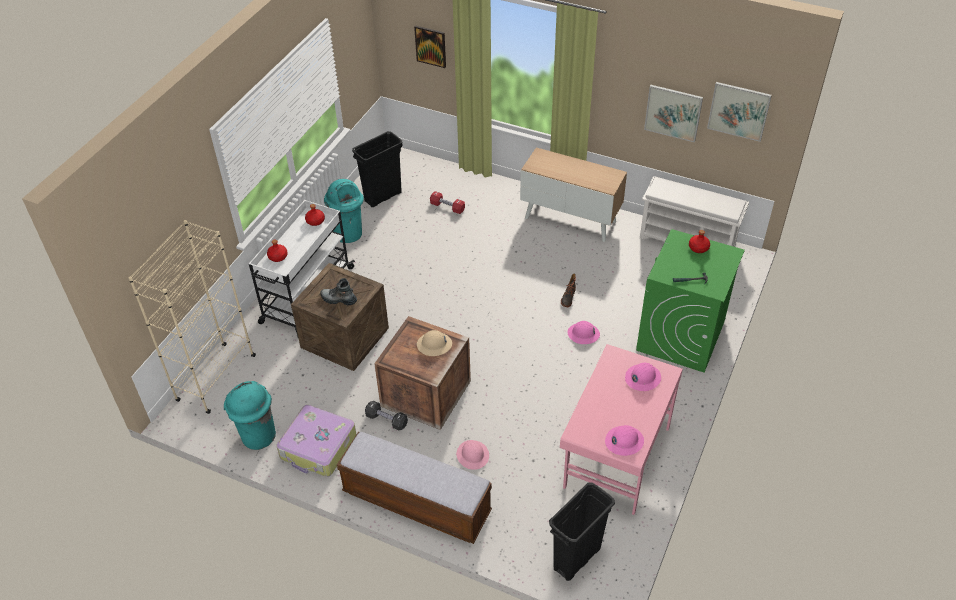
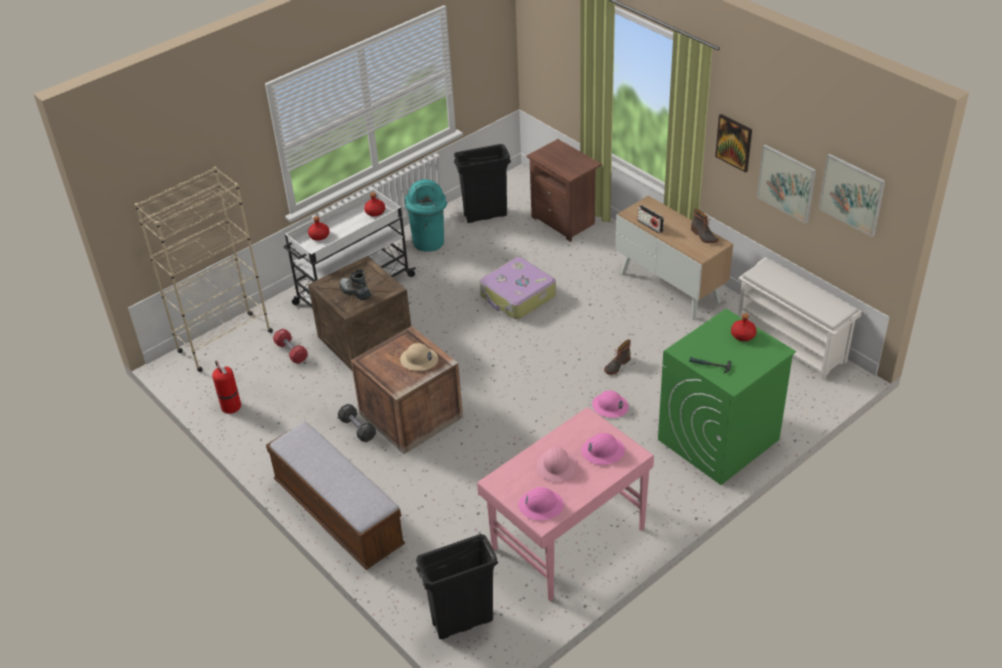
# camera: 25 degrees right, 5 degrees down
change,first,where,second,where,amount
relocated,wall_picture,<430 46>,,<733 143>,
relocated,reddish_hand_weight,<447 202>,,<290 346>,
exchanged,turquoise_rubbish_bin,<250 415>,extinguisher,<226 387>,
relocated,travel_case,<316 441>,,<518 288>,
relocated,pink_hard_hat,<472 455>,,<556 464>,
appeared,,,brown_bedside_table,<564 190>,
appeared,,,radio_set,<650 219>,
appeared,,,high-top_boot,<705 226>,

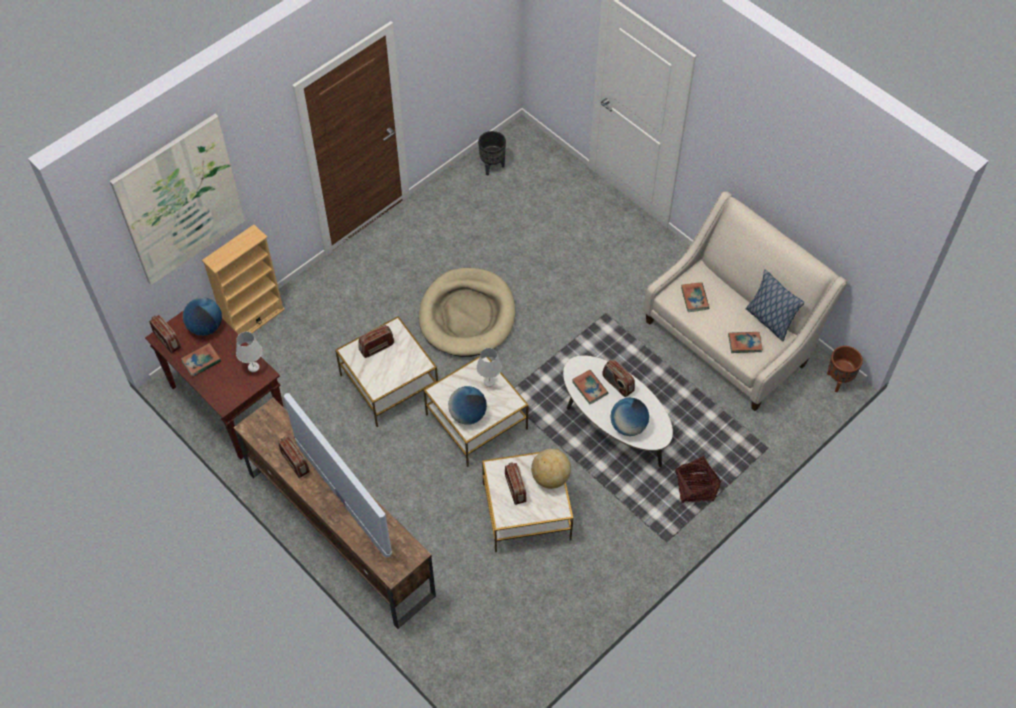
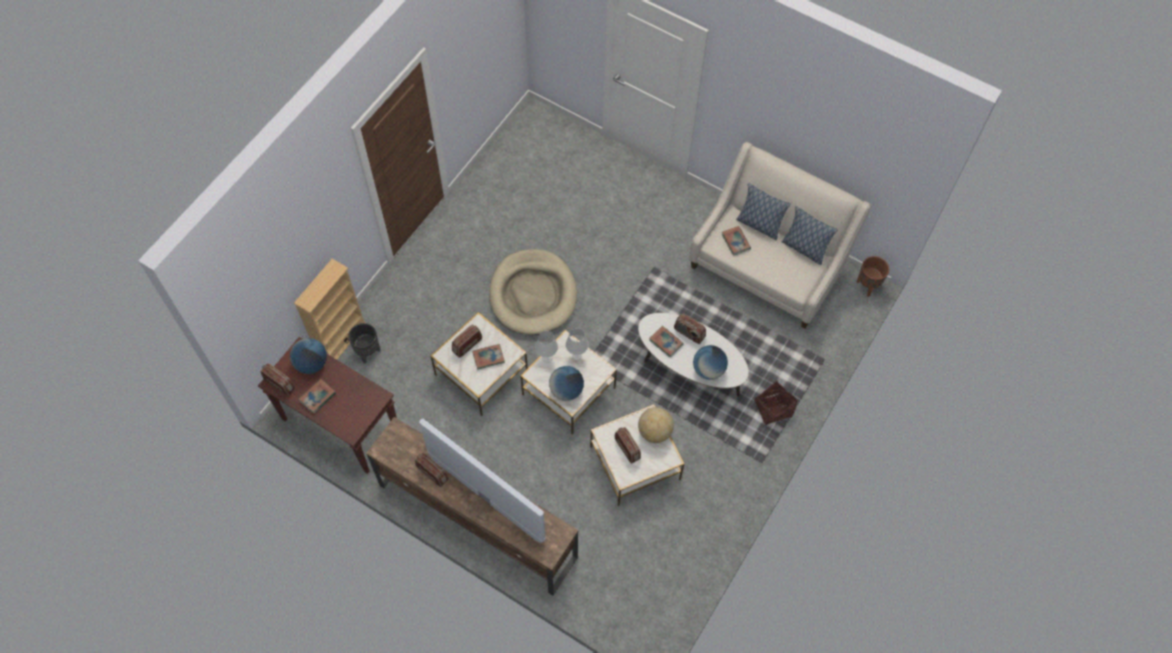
# camera: 15 degrees left, 5 degrees up
change,first,where,second,where,amount
missing,wall_picture,<177 199>,,,
relocated,blackish_flower_pot,<492 153>,,<364 343>,
relocated,white-coloured_tabletop_lamp,<249 352>,,<546 347>,
relocated,volume,<745 342>,,<488 357>,
appeared,,,pillow,<763 211>,

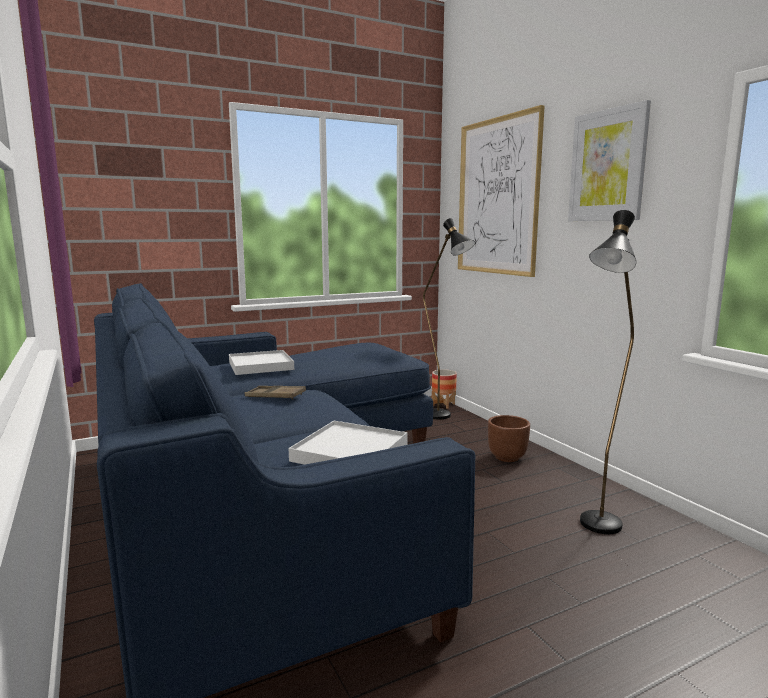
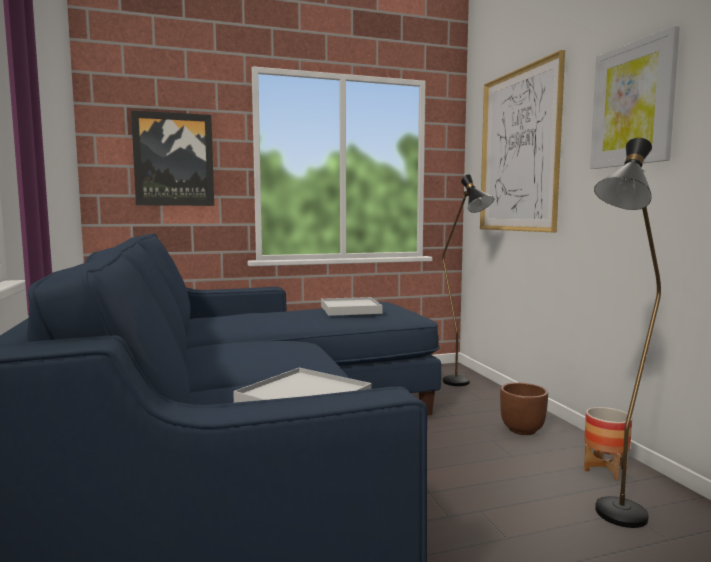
# camera: 10 degrees right, 5 degrees down
change,first,where,second,where,amount
relocated,white-coloured_serving_tray,<261 362>,,<352 306>,
relocated,flower_pot,<444 389>,,<608 443>,
missing,brown_serving_tray,<275 392>,,,
appeared,,,wall_picture,<172 158>,

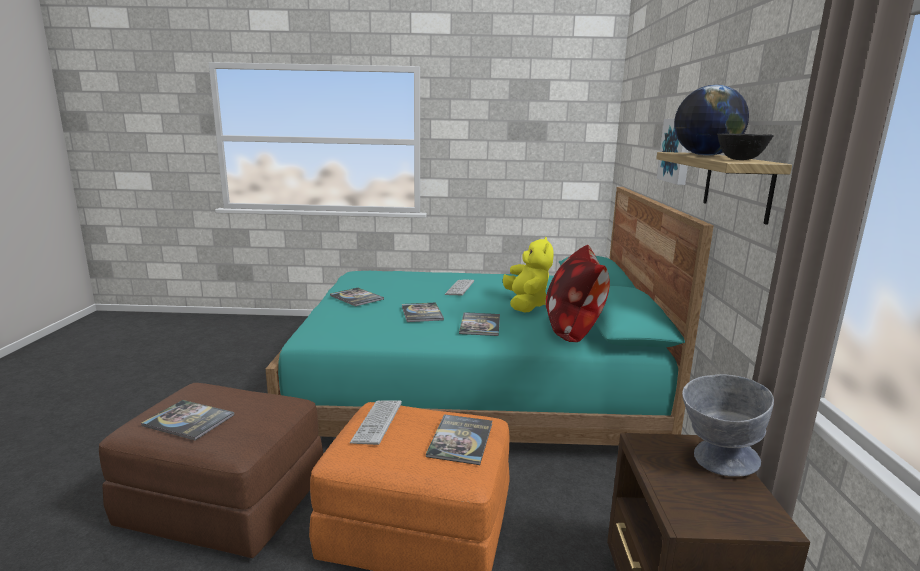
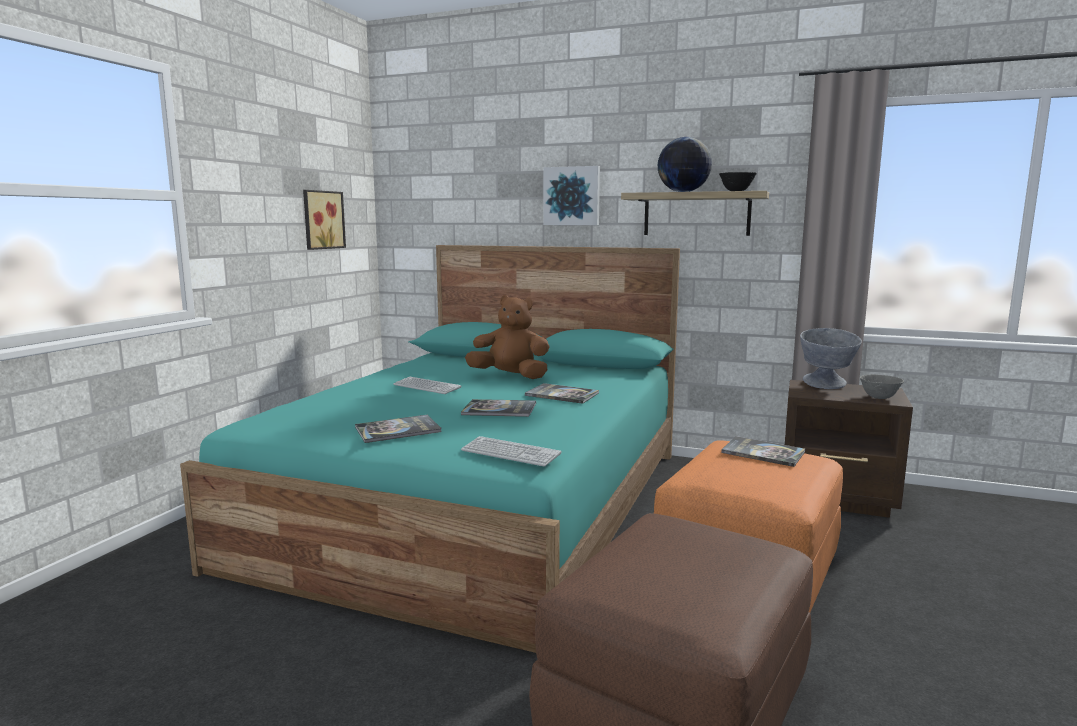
# camera: 70 degrees left, 5 degrees down
change,first,where,second,where,amount
colour,yellowish_plush_toy,<528 274>,brown_plush_toy,<507 337>,
missing,pillow,<577 293>,,,
missing,volume,<187 420>,,,
relocated,computer_keyboard,<376 422>,,<511 451>,
appeared,,,wall_picture,<324 220>,
appeared,,,gray_bowl,<882 386>,

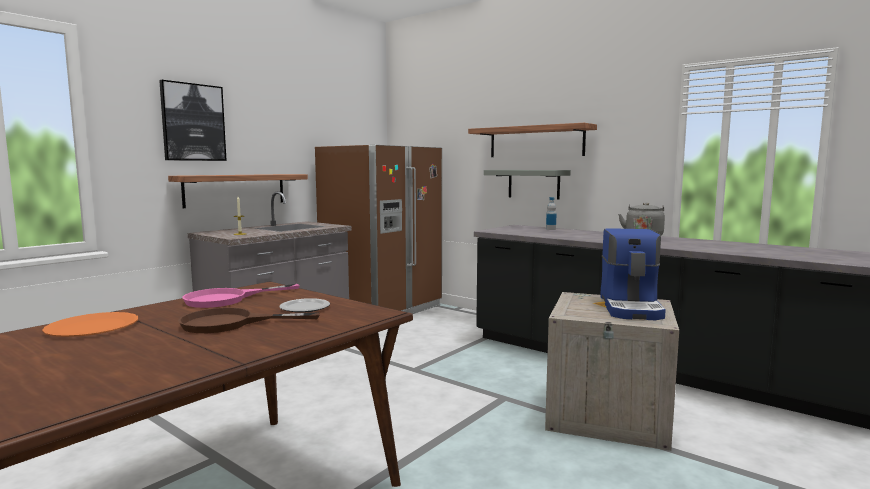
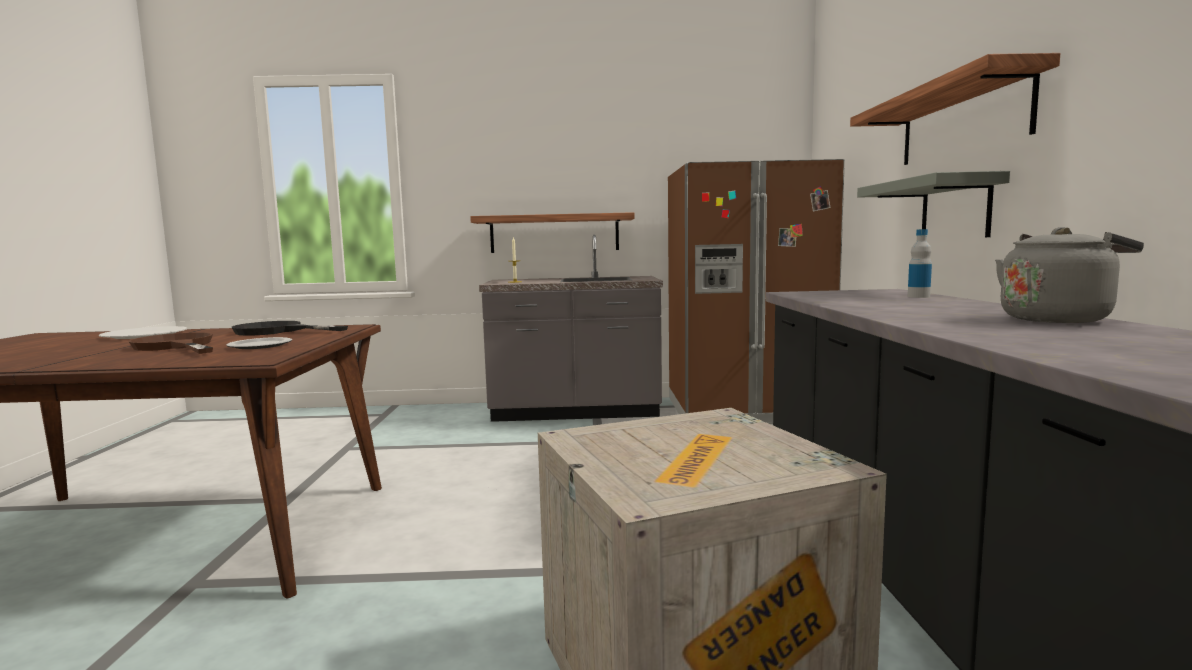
# camera: 50 degrees right, 0 degrees up
change,first,where,second,where,amount
missing,wall_picture,<193 120>,,,
missing,coffee_maker,<633 274>,,,
colour,pink_pan,<241 296>,blackish_pan,<289 328>,
colour,orangey_plate,<90 324>,white-coloured_plate,<143 332>,

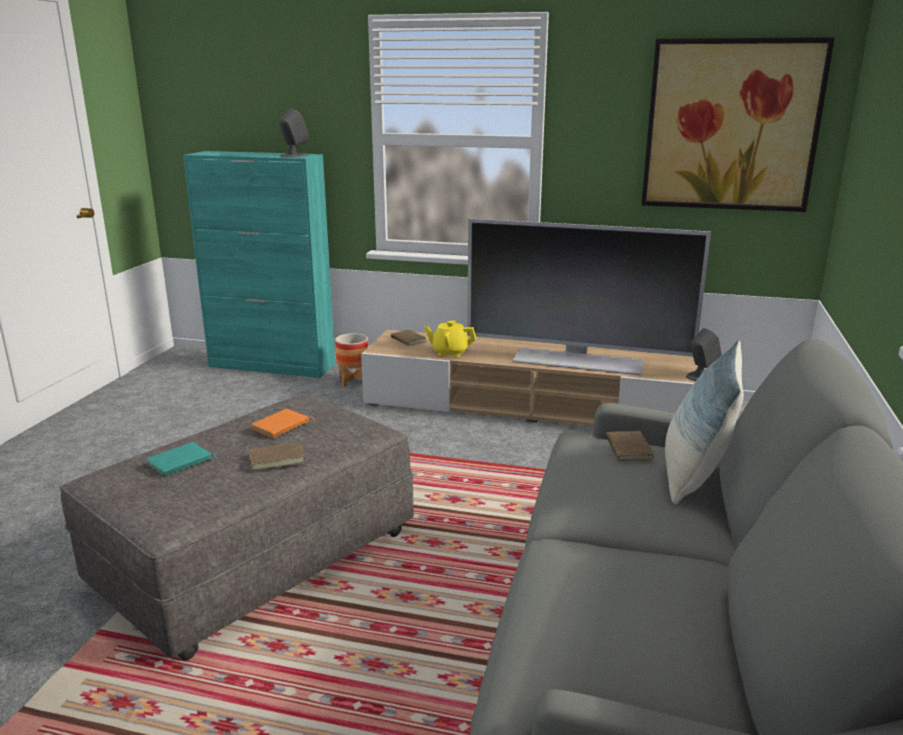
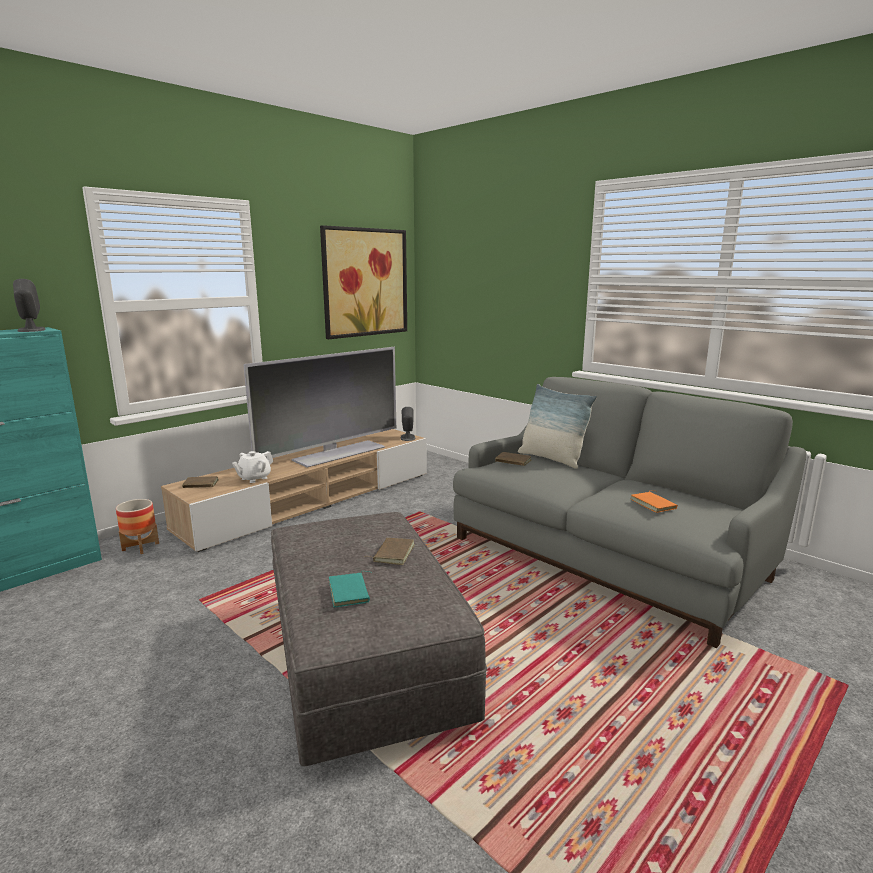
# camera: 60 degrees left, 5 degrees down
change,first,where,second,where,amount
colour,yellowish_tea_pot,<450 338>,white-coloured_tea_pot,<252 467>,
relocated,orangey_volume,<283 423>,,<654 501>,

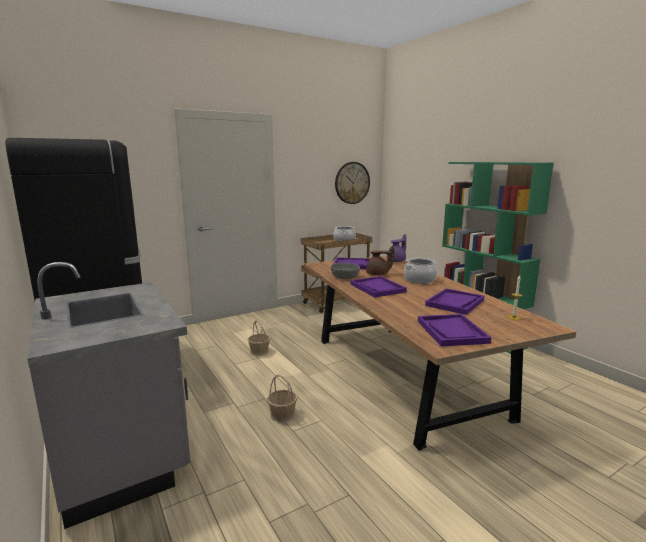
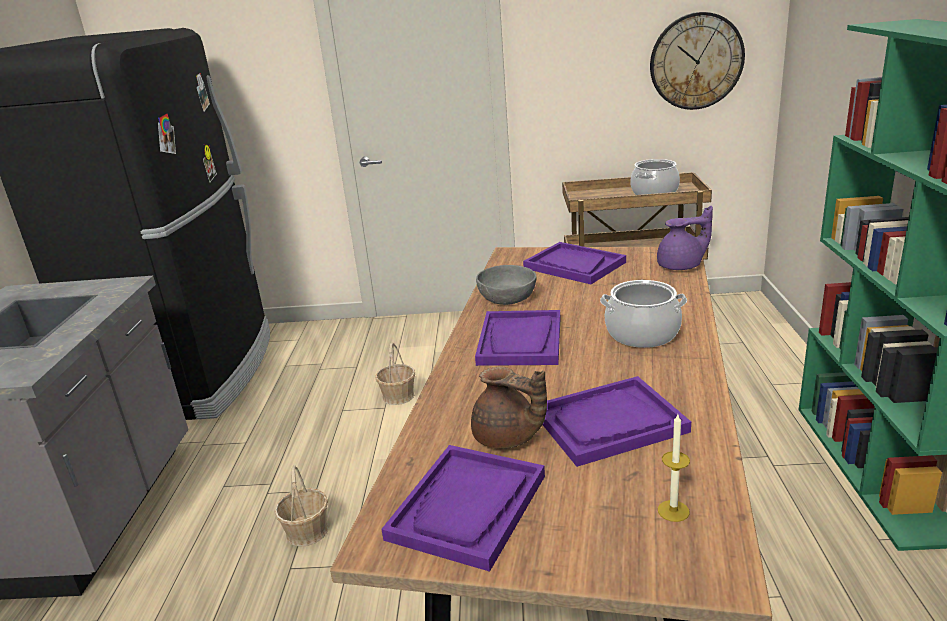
# camera: 35 degrees right, 10 degrees up
change,first,where,second,where,amount
relocated,brown_tea_pot,<380 261>,,<509 407>,

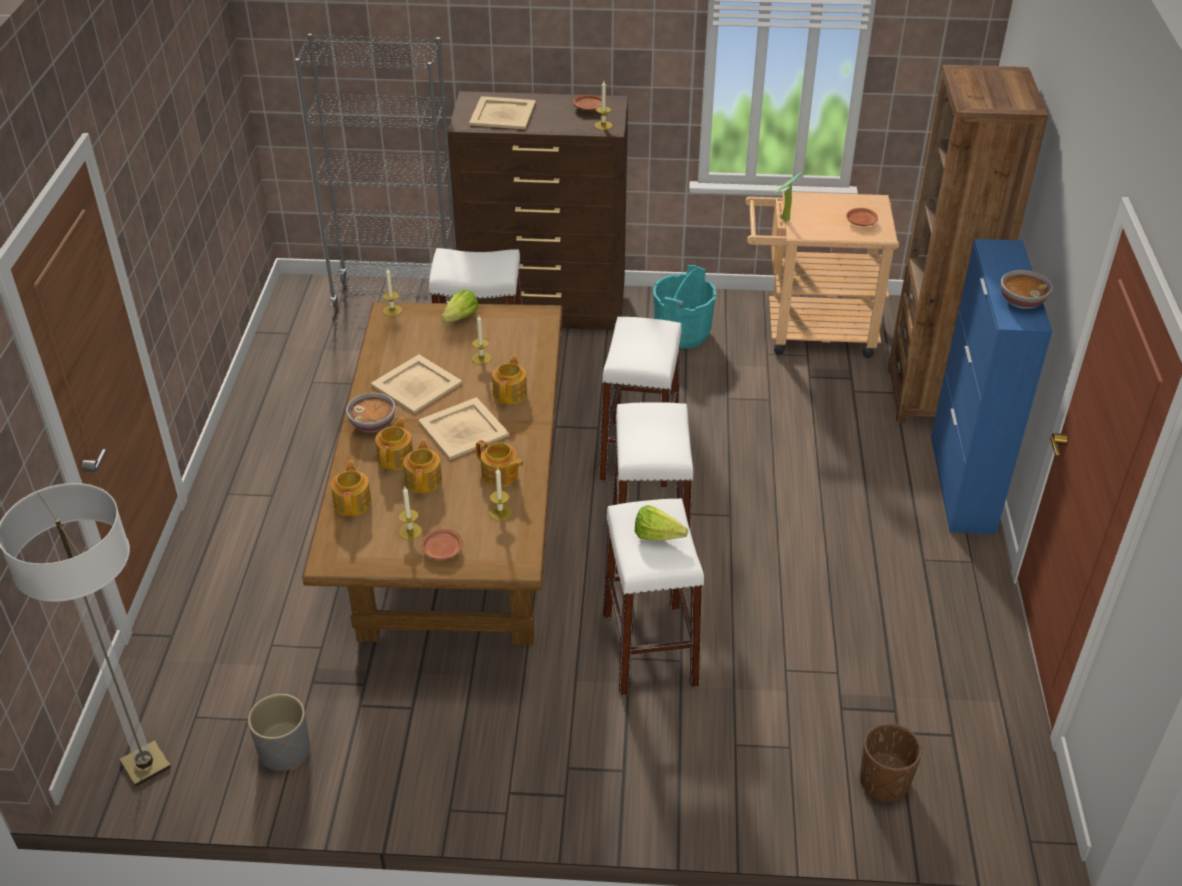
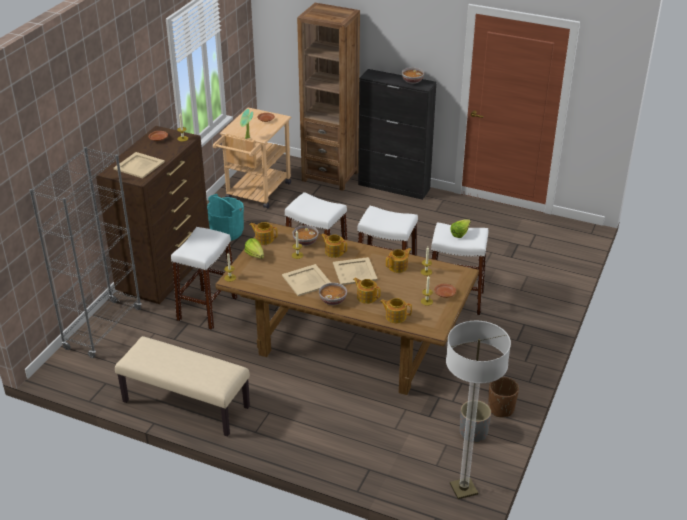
# camera: 70 degrees left, 5 degrees down
change,first,where,second,where,amount
colour,blue-coloured_cabinet,<991 386>,blackish_cabinet,<397 134>,
relocated,tea_pot,<422 466>,,<264 233>,
relocated,brown_flower_pot,<891 762>,,<503 397>,
appeared,,,bowl,<305 235>,
appeared,,,beige_indoor_bench,<182 386>,

